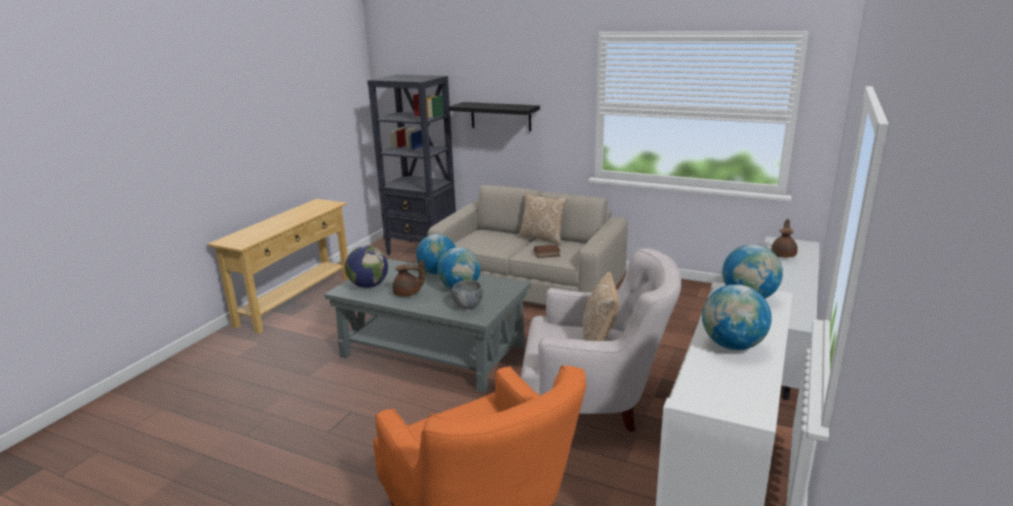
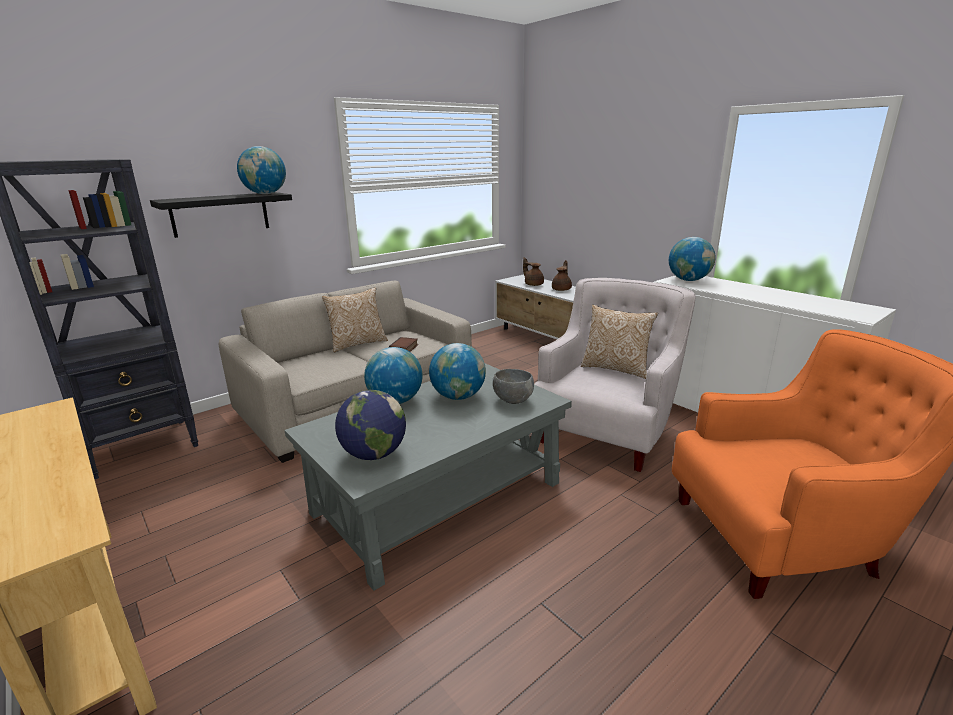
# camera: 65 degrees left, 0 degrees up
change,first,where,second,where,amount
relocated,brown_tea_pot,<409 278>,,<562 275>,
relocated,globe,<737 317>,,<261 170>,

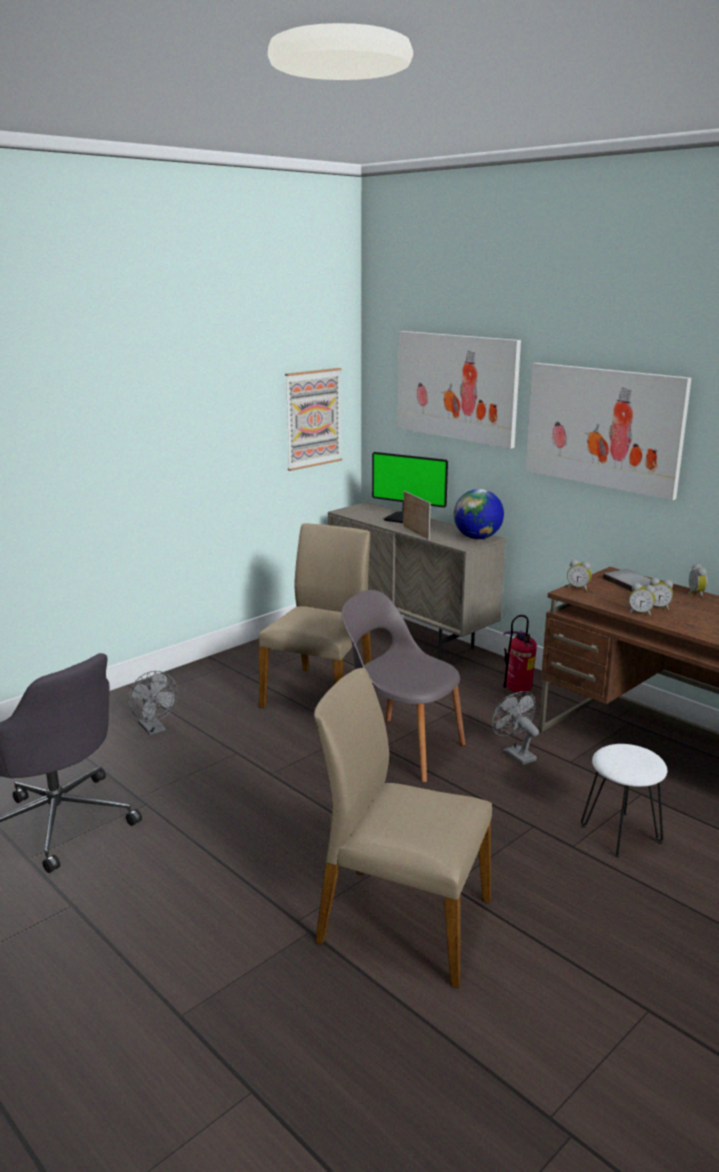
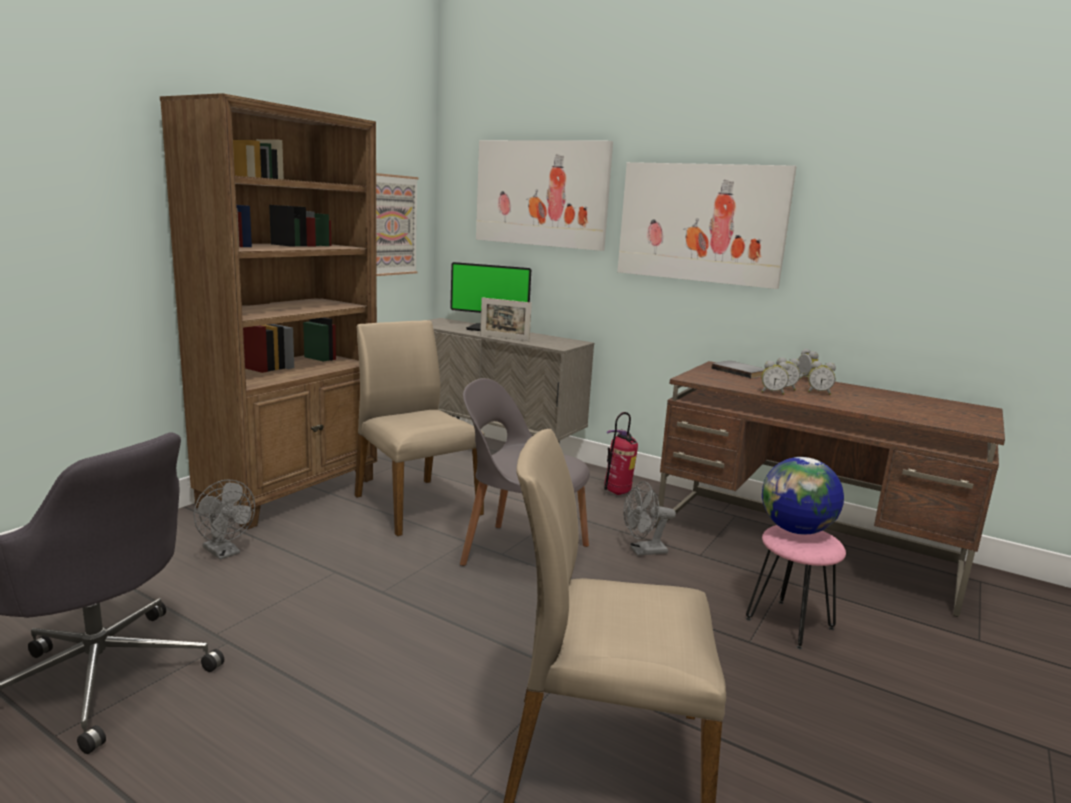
# camera: 15 degrees left, 5 degrees down
change,first,where,second,where,amount
relocated,globe,<478 514>,,<803 496>,
spun,photo_frame,<417 515>,,<506 319>,150 degrees clockwise
spun,beige_upright_chair,<315 615>,,<419 428>,45 degrees counterclockwise
relocated,bedside_clock,<579 575>,,<822 378>,
spun,gray_electric_fan,<515 728>,,<649 518>,60 degrees counterclockwise
colour,white-coloured_sitting_stool,<624 801>,pink_sitting_stool,<796 587>,
appeared,,,brown_shelving_unit,<268 311>,

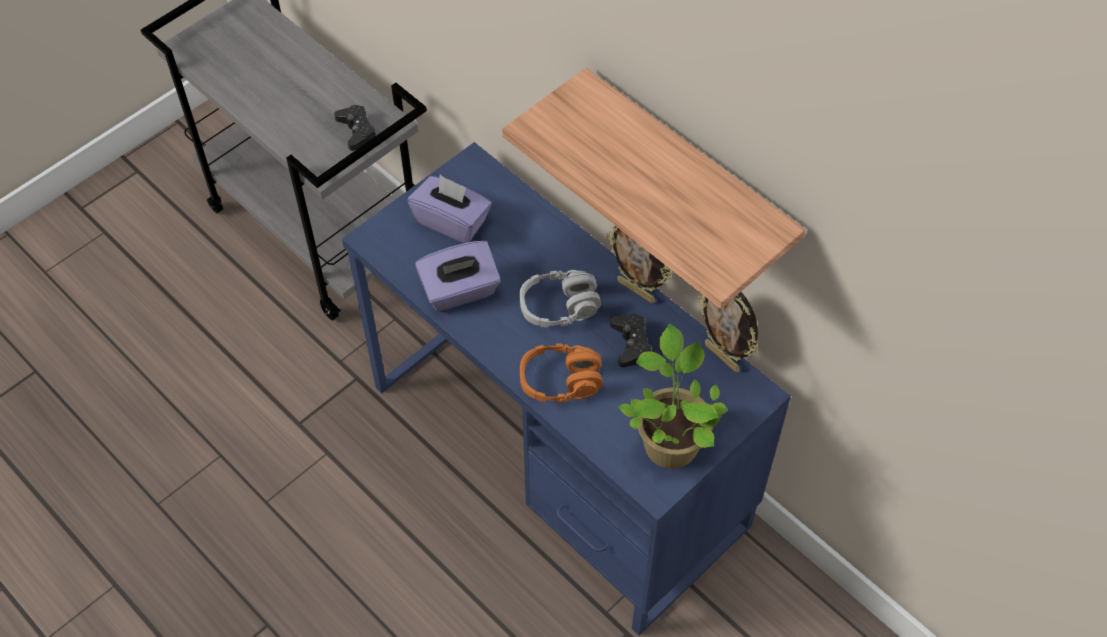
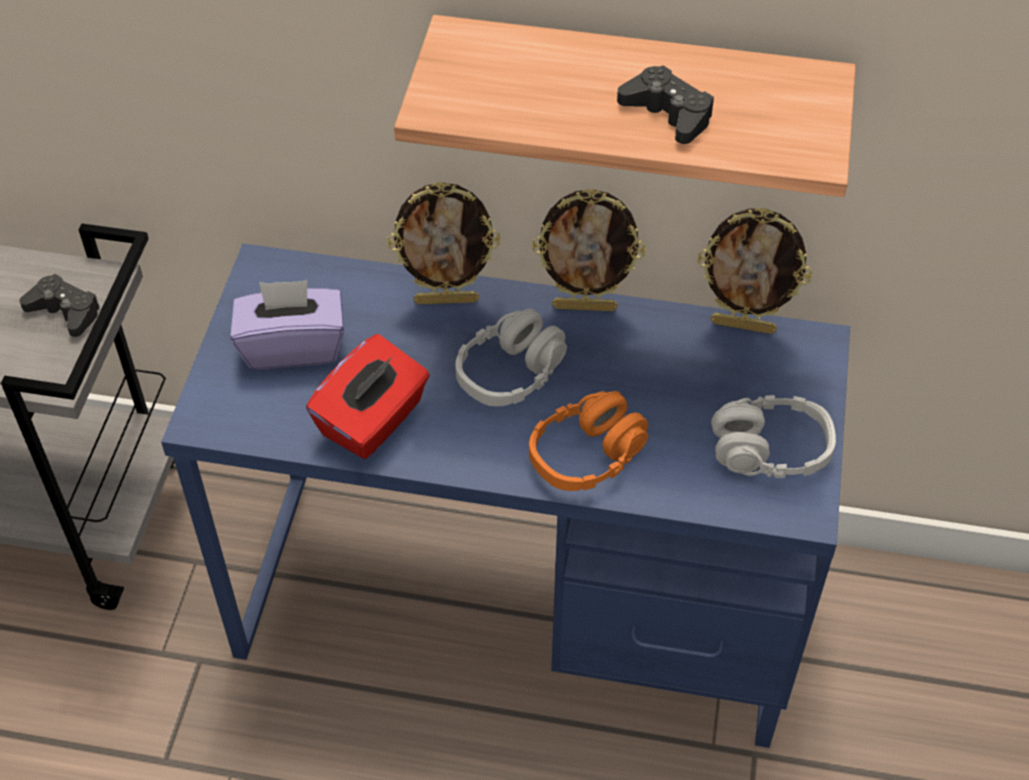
# camera: 35 degrees left, 5 degrees down
change,first,where,second,where,amount
colour,purple_tissue_holder,<458 276>,reddish_tissue_holder,<368 396>,
relocated,blackish_game_controller,<631 340>,,<665 104>,
exchanged,houseplant,<673 396>,gray_headset,<773 436>,
appeared,,,photo_frame,<444 243>,

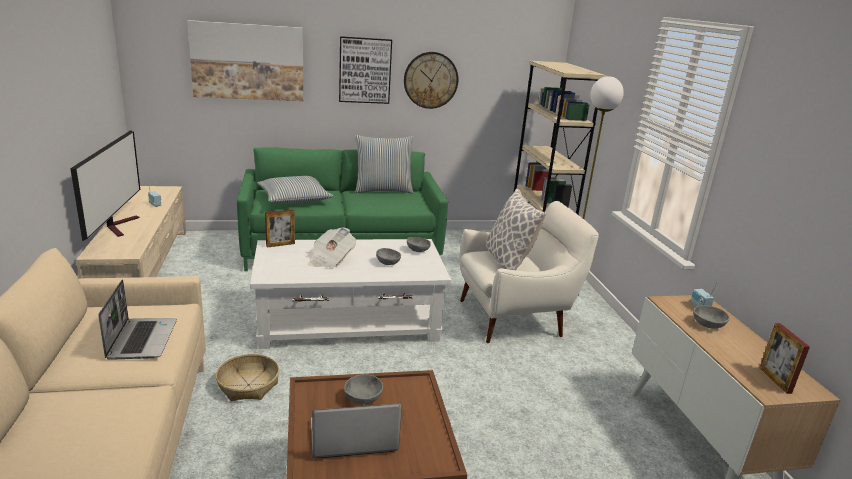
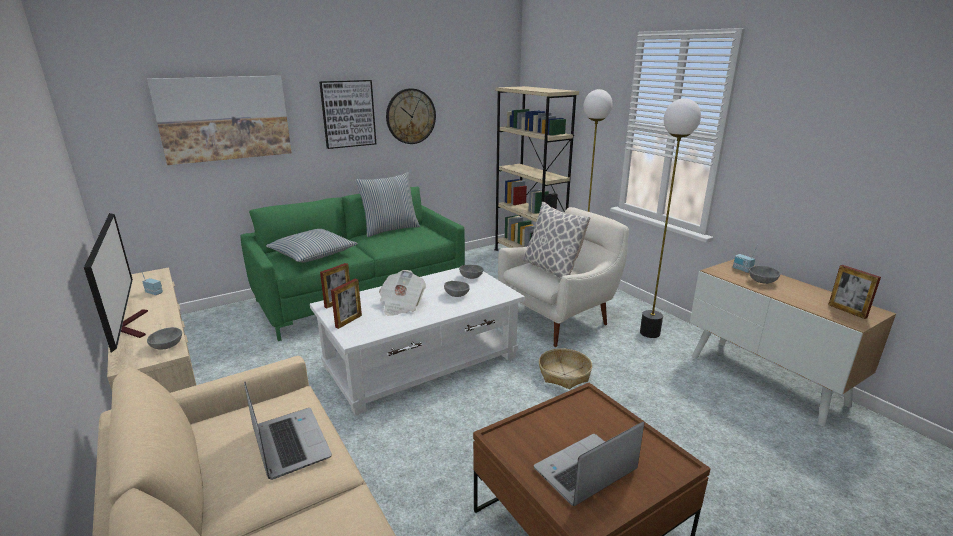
# camera: 20 degrees left, 0 degrees up
change,first,where,second,where,amount
relocated,storage_basket,<247 377>,,<565 368>,
relocated,gray_bowl,<363 389>,,<164 338>,
appeared,,,standing_lamp,<670 218>,
appeared,,,photo_frame,<346 304>,

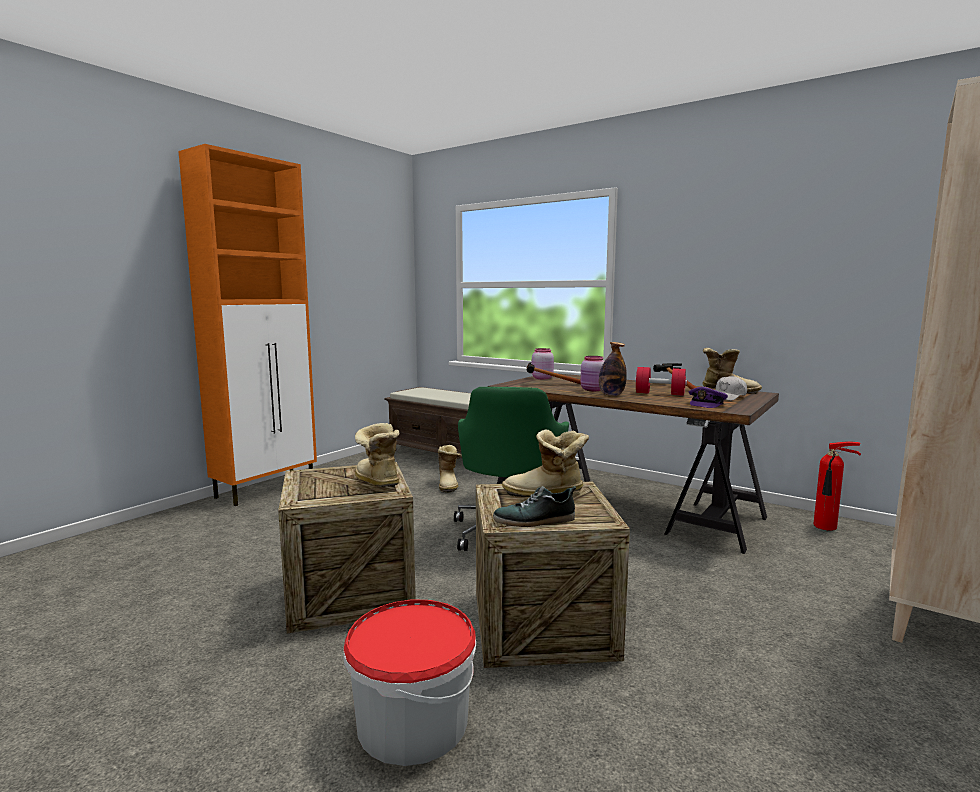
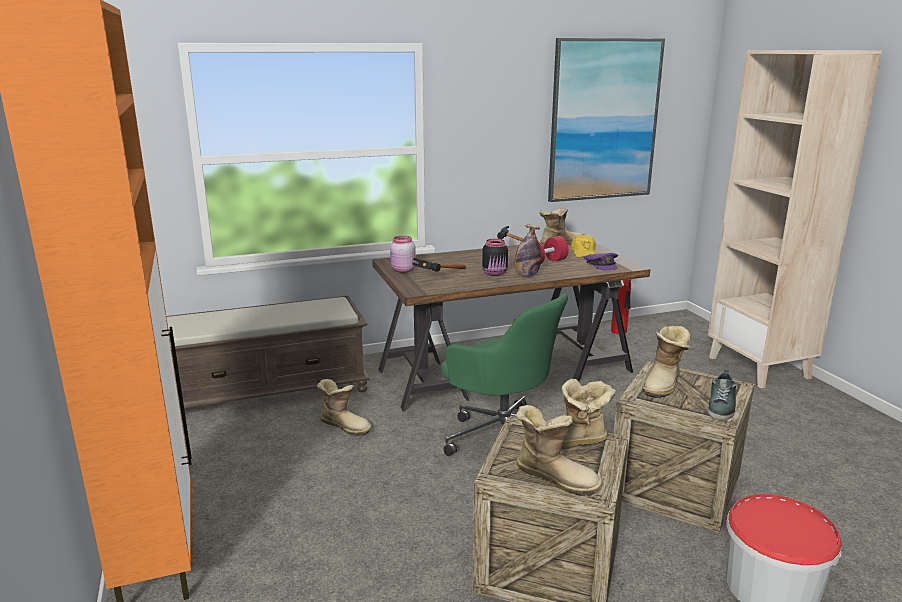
# camera: 55 degrees left, 10 degrees up
change,first,where,second,where,amount
colour,pink_storage_jar,<592 373>,blackish_storage_jar,<495 257>,
colour,white-coloured_peaked_cap,<731 388>,yellowish_peaked_cap,<584 245>,
appeared,,,wall_picture,<606 120>,
appeared,,,high-top_boot,<558 450>,

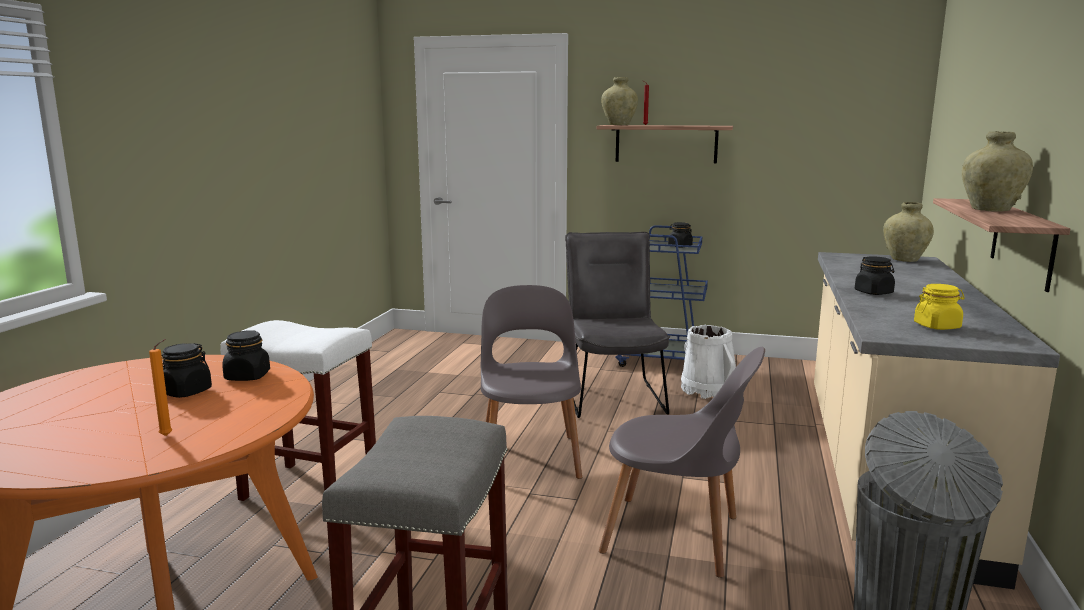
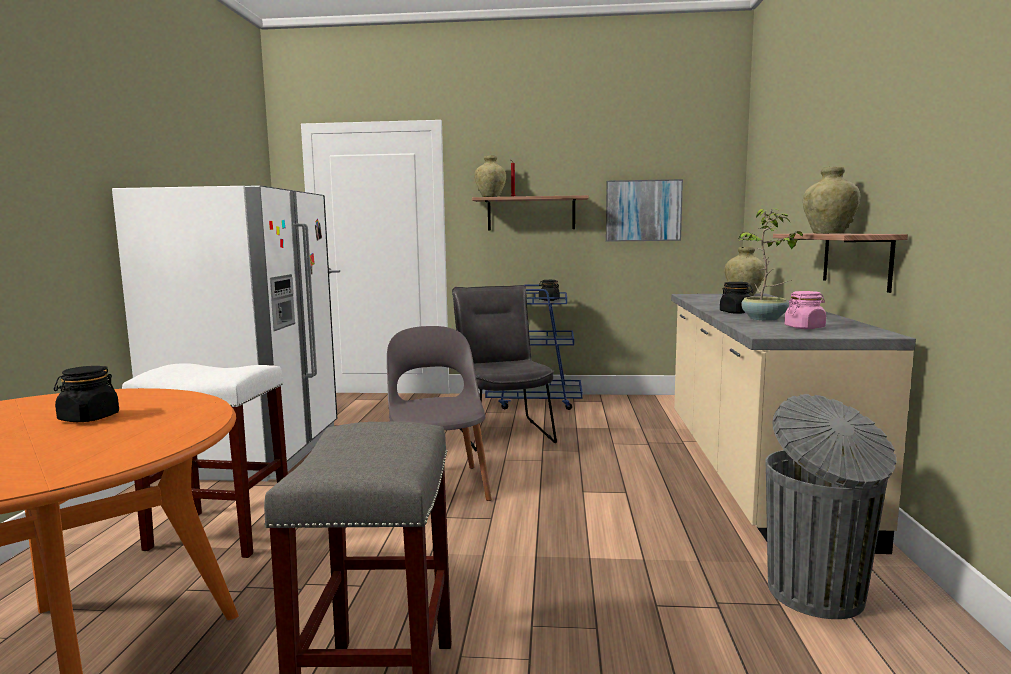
# camera: 10 degrees left, 5 degrees down
change,first,where,second,where,amount
colour,yellowish_storage_jar,<939 307>,pink_storage_jar,<805 310>,
missing,white-coloured_water_bucket,<708 362>,,,
missing,blackish_storage_jar,<246 356>,,,
missing,orangey_wax_light,<160 387>,,,
missing,gray_upright_chair,<682 462>,,,
appeared,,,wall_picture,<644 210>,
appeared,,,white-coloured_fridge,<224 333>,
appeared,,,houseplant,<770 264>,

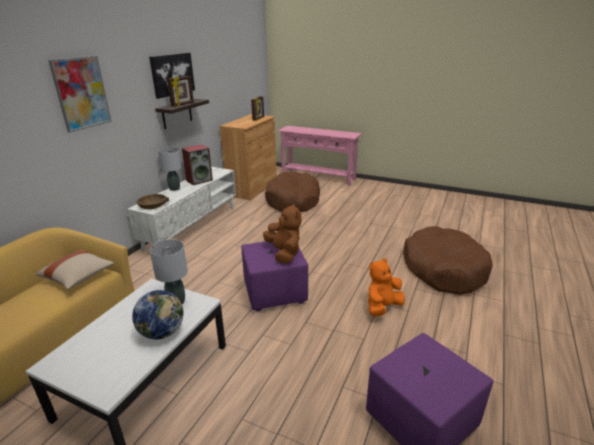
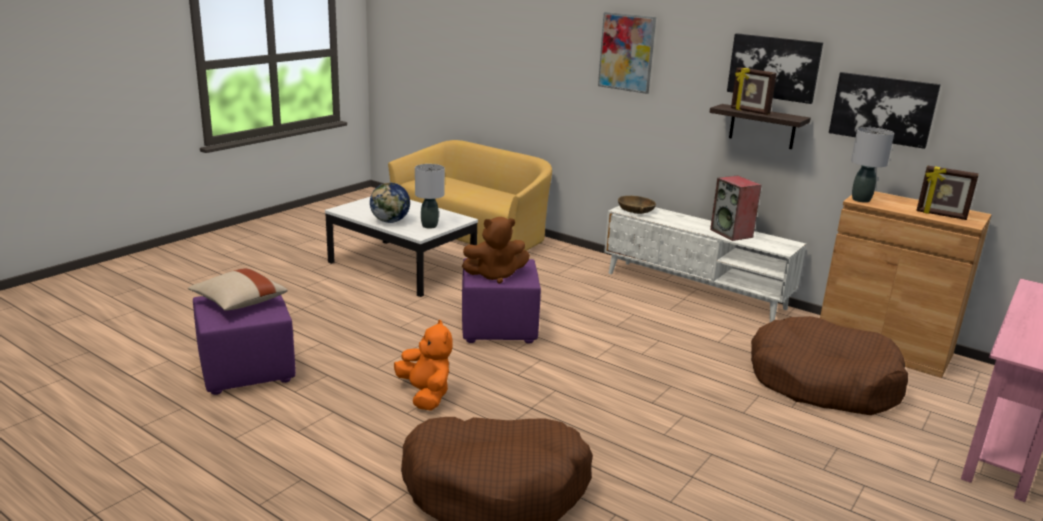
# camera: 100 degrees right, 5 degrees down
change,first,where,second,where,amount
relocated,gray_tabletop_lamp,<170 169>,,<872 165>,
relocated,beige_pillow,<75 270>,,<238 289>,
appeared,,,wall_picture,<885 110>,

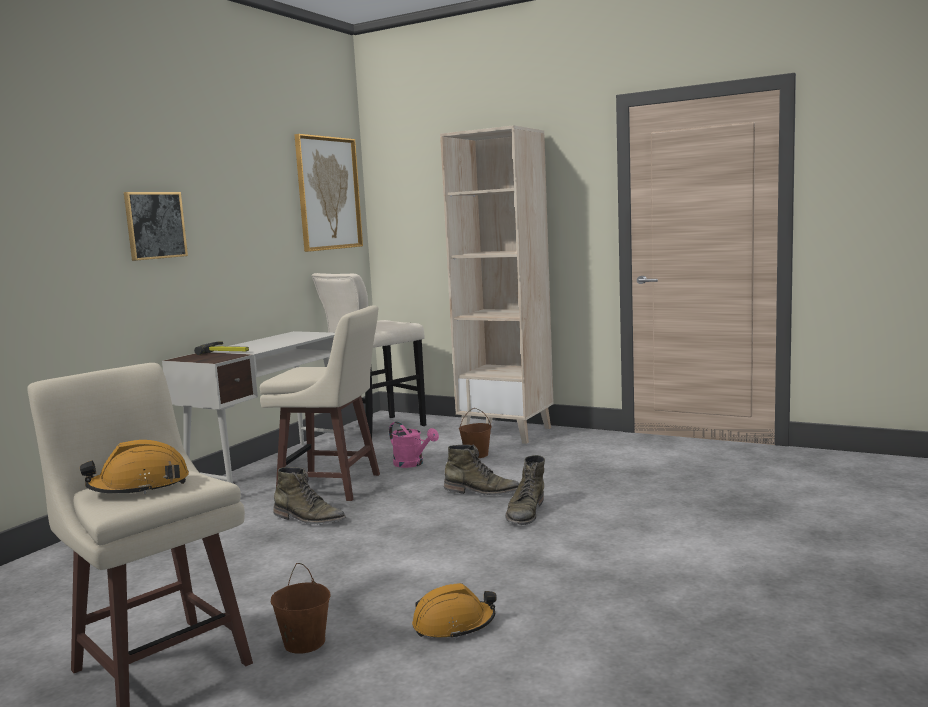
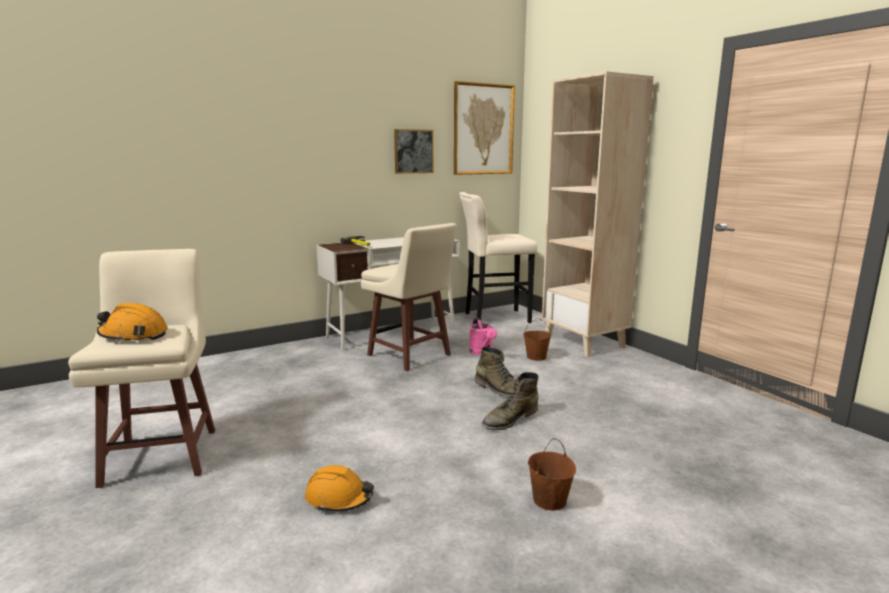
# camera: 30 degrees right, 5 degrees up
change,first,where,second,where,amount
relocated,wall_picture,<156 226>,,<414 151>,
missing,green_high-top_boot,<309 496>,,,
relocated,brown_water_bucket,<301 608>,,<552 474>,

